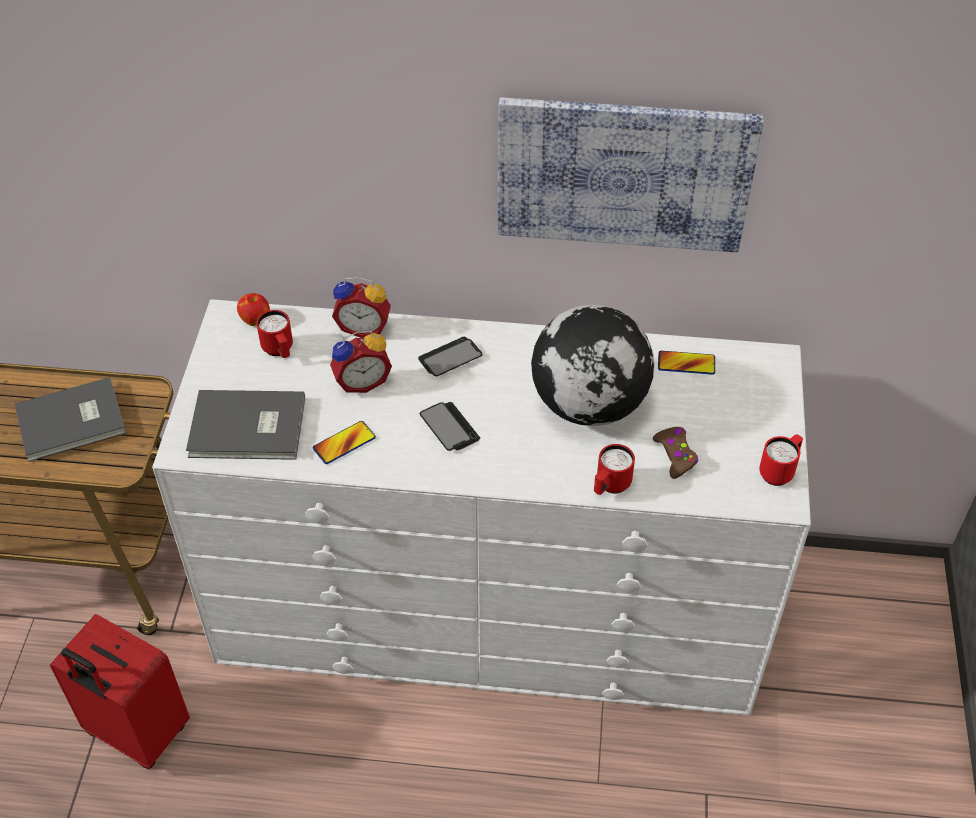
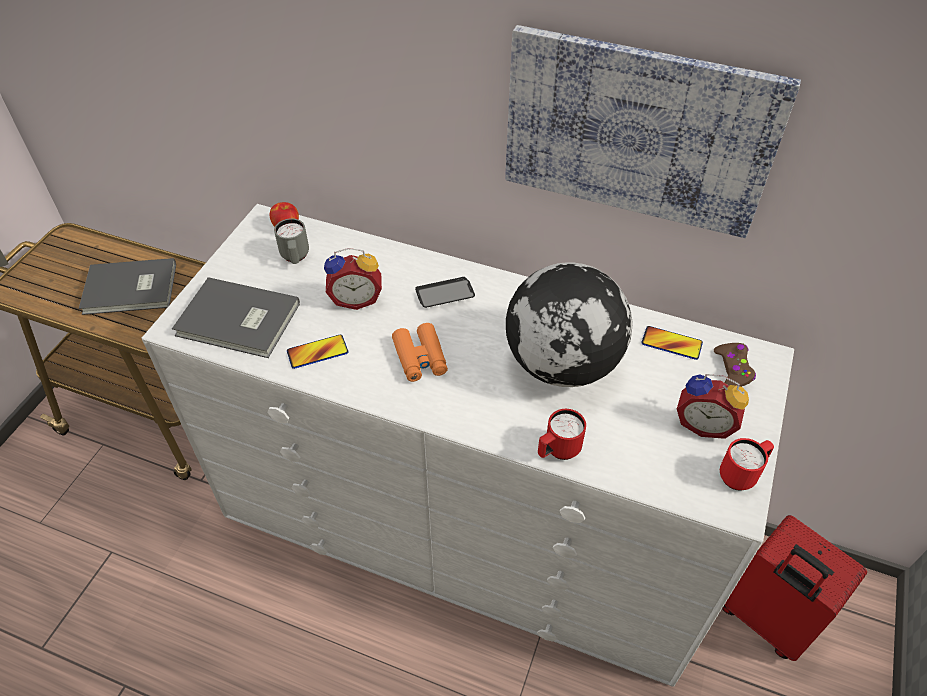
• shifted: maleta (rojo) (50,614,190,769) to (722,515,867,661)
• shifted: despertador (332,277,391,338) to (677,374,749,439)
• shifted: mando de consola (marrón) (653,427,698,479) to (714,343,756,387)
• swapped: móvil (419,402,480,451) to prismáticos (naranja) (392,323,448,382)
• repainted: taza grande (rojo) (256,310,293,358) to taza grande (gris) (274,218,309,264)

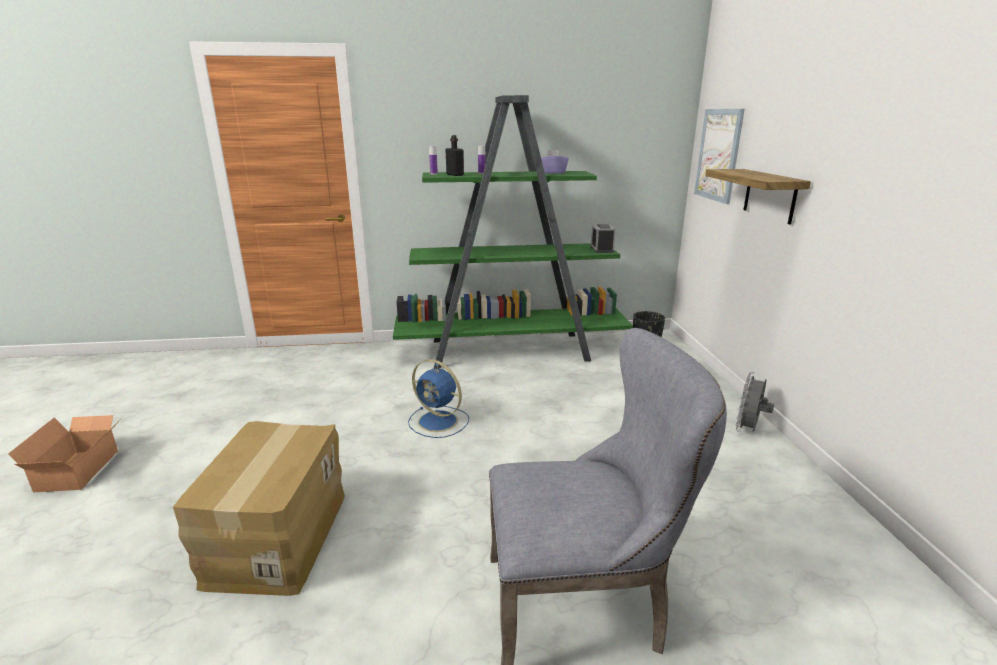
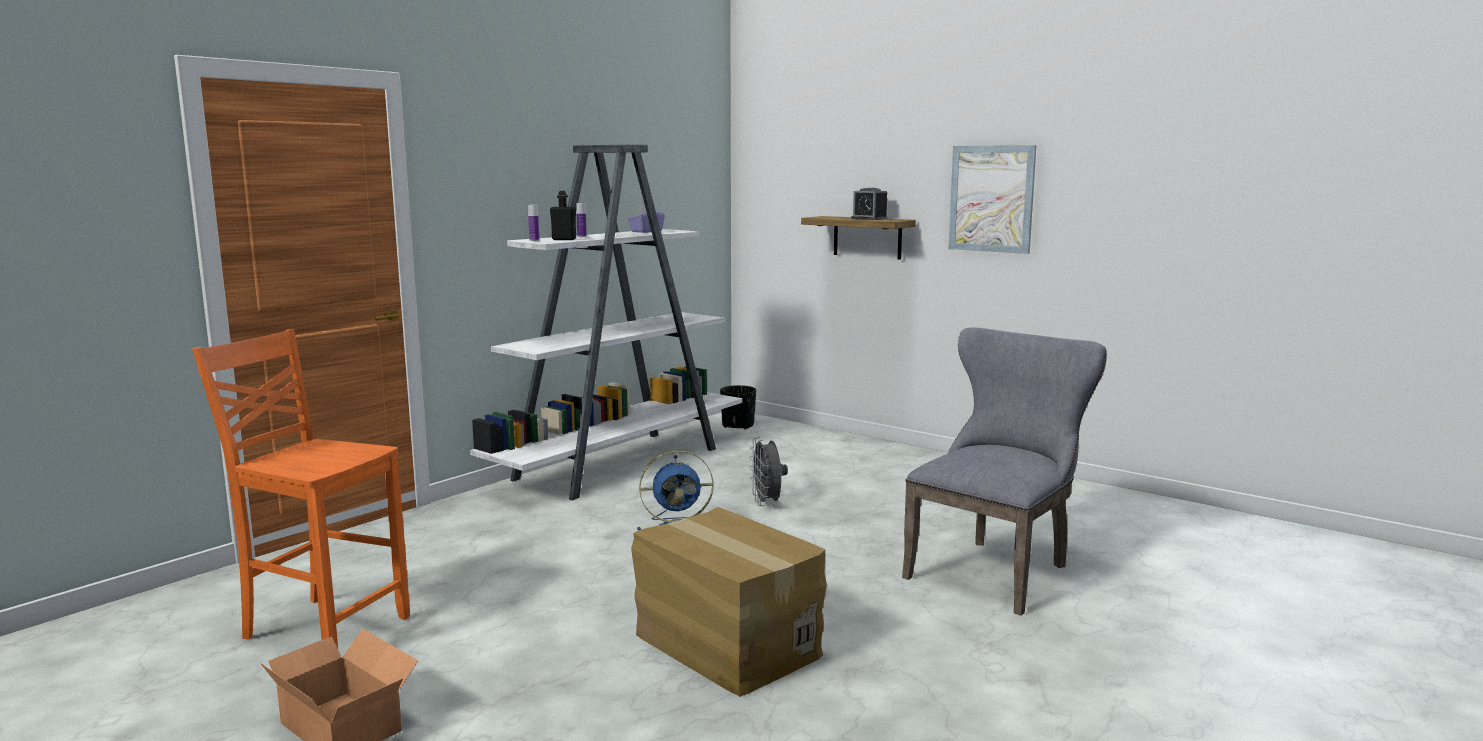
• new: silla (naranja) (192,329,410,648)
• shifted: despertador (591,224,616,253) to (851,188,888,220)
• shifted: cuadro (694,109,745,204) to (948,145,1036,254)
• shifted: ventilador (gris) (736,372,774,432) to (749,437,788,506)
• repainted: estantería (verde) (393,95,633,369) to estantería (blanco) (470,145,742,500)

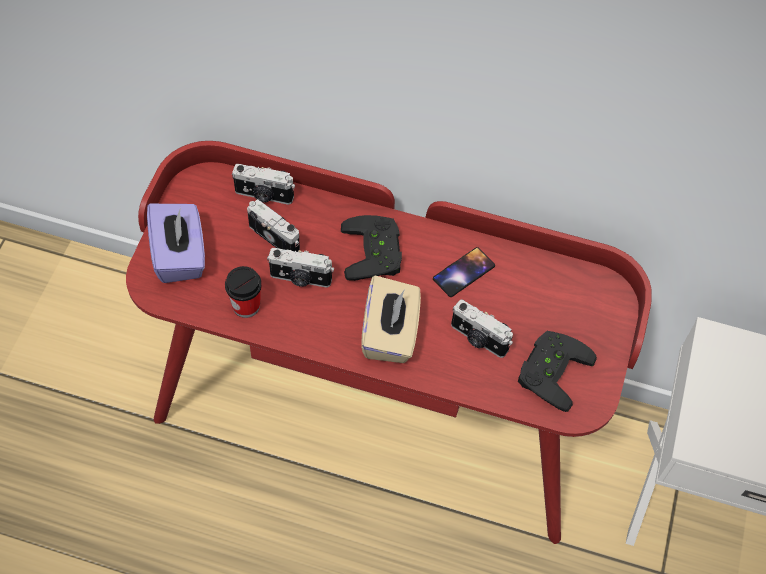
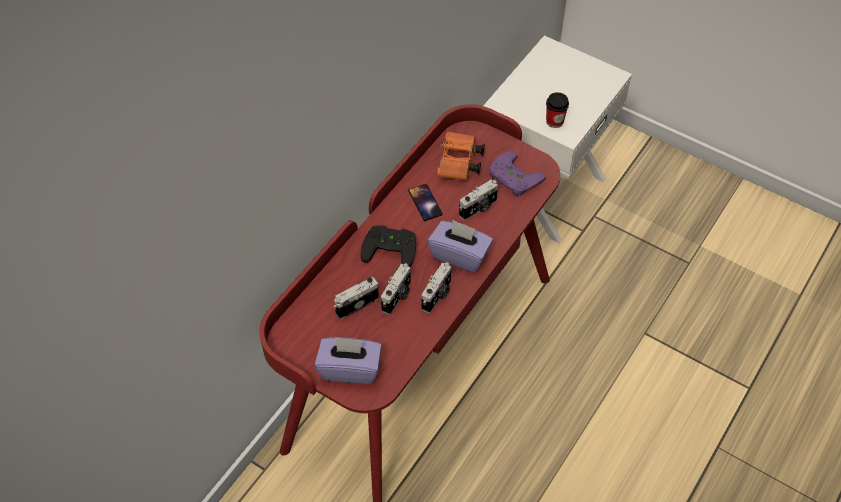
• new: prismáticos (naranja) (437,131,485,181)
• shifted: taza (225,266,262,318) to (546,92,569,128)
• shifted: cámara (231,164,295,205) to (421,262,452,313)
• repainted: caja de pañuelos (beis) (361,276,421,363) to caja de pañuelos (morado) (428,220,493,273)
• repainted: mando de consola (negro) (518,331,597,412) to mando de consola (morado) (489,151,546,197)

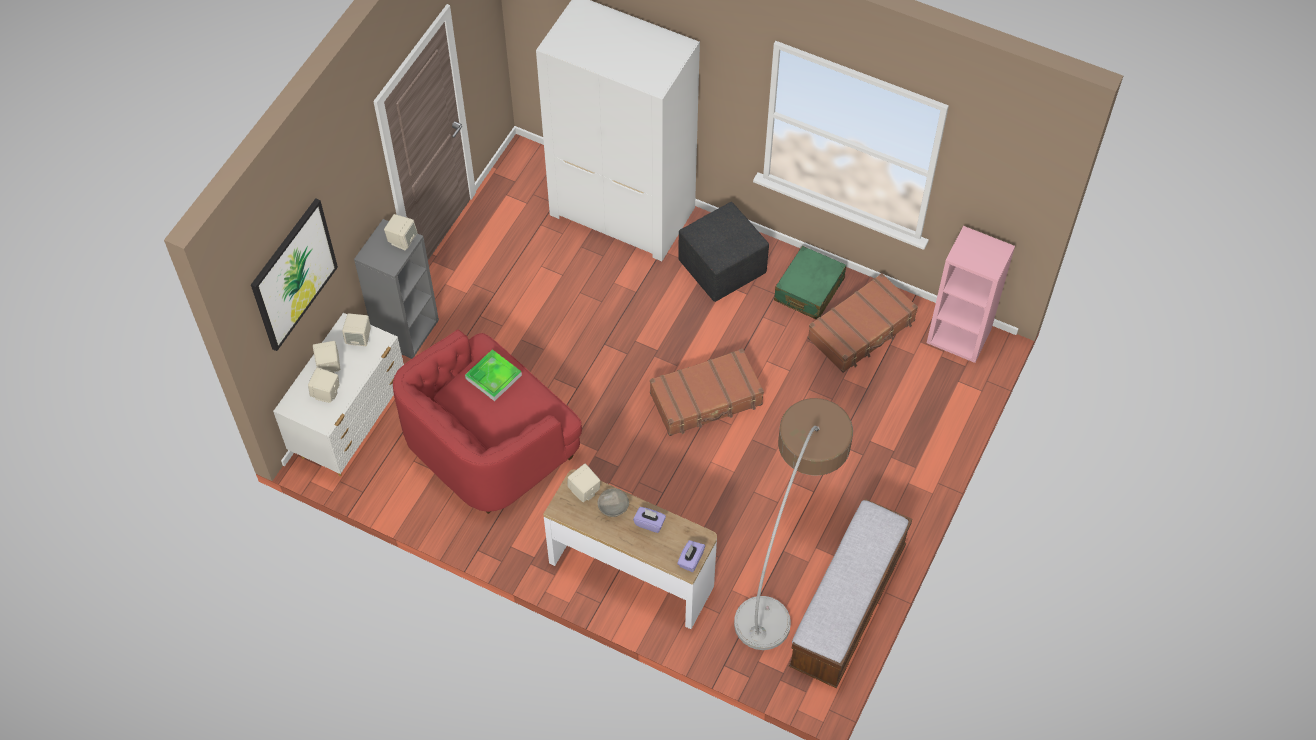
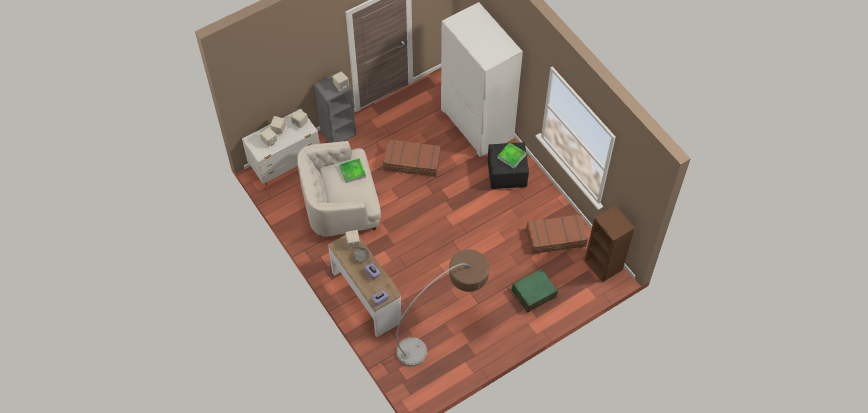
• gone: cuadro (251,198,338,351)
• gone: banco (789,499,912,689)
• new: bandeja (497,142,526,169)
• shifted: maleta (marrón) (650,348,764,436) to (383,139,441,177)
• shifted: maleta (verde) (774,246,846,320) to (512,269,558,313)
• repainted: sillón (rojo) (393,329,582,514) to sillón (blanco) (297,141,381,237)
• repainted: estantería (rosa) (927,226,1015,363) to estantería (marrón) (585,206,635,282)

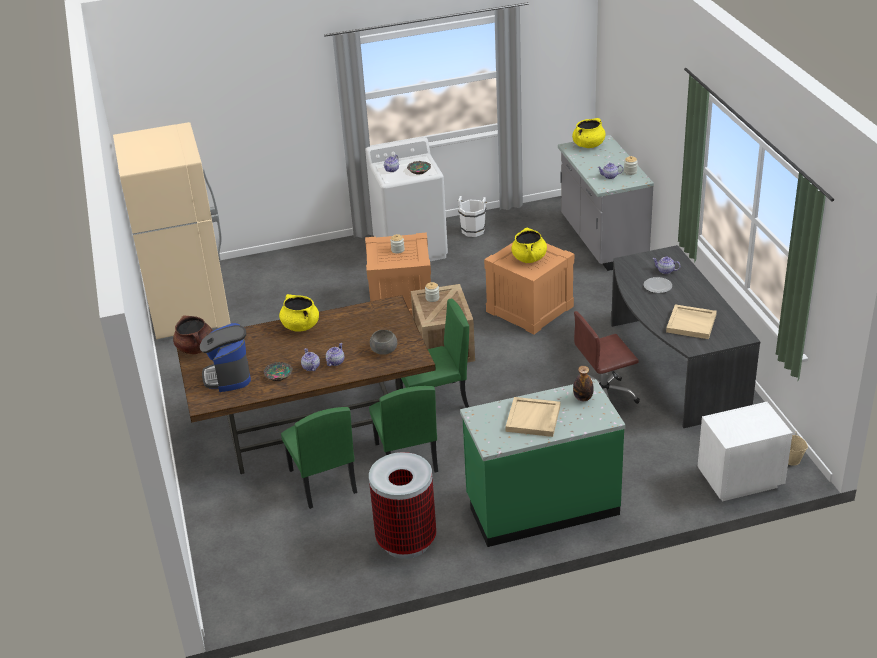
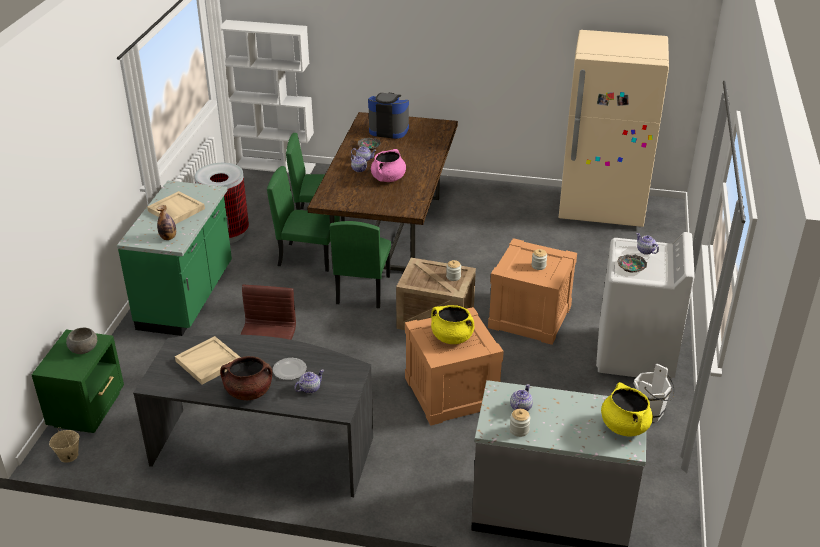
• gone: olla (amarillo) (279,294,319,332)
• new: estantería (blanco) (221,20,316,175)
• new: olla (rosa) (371,149,406,182)
• shifted: olla (marrón) (173,316,212,354) to (220,356,272,400)
• shifted: cuenco (gris) (370,330,397,355) to (66,328,97,354)
• repainted: mesita de noche (blanco) (697,402,793,501) to mesita de noche (verde) (31,330,124,433)

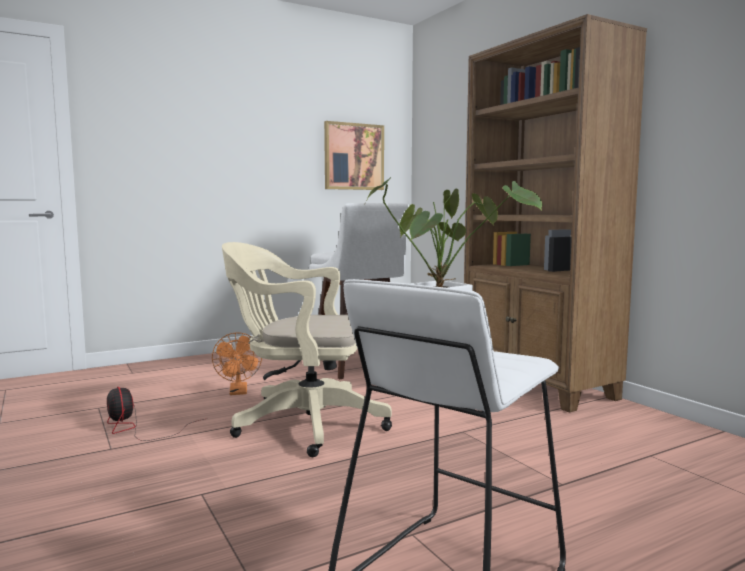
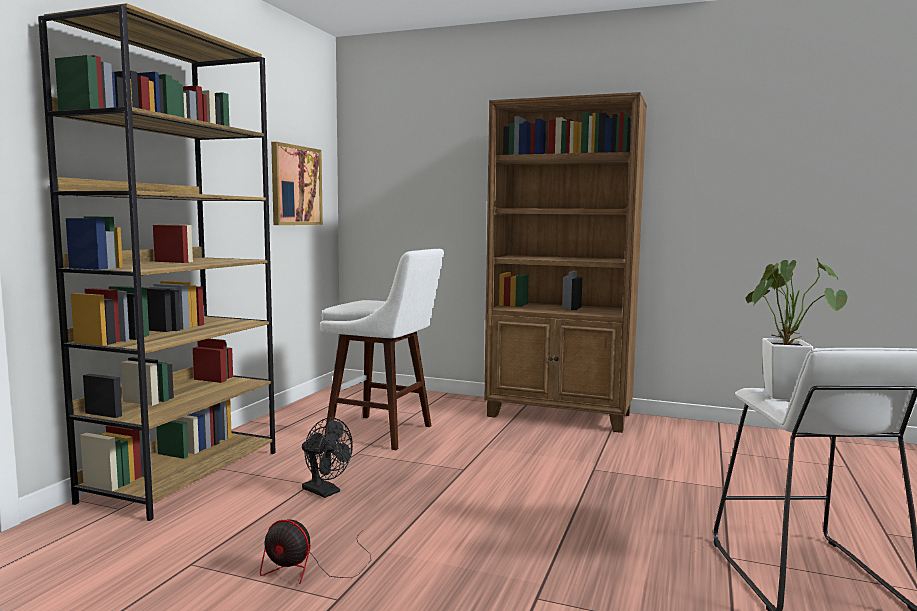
• gone: silla de oficina (beis) (222,242,392,457)
• new: estantería (marrón) (38,3,276,521)
• repainted: ventilador (naranja) (212,332,262,395) to ventilador (negro) (302,417,353,498)

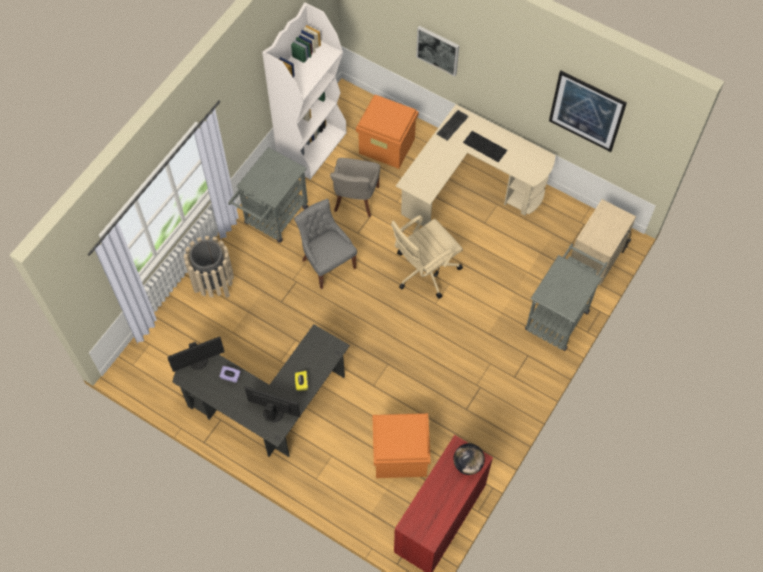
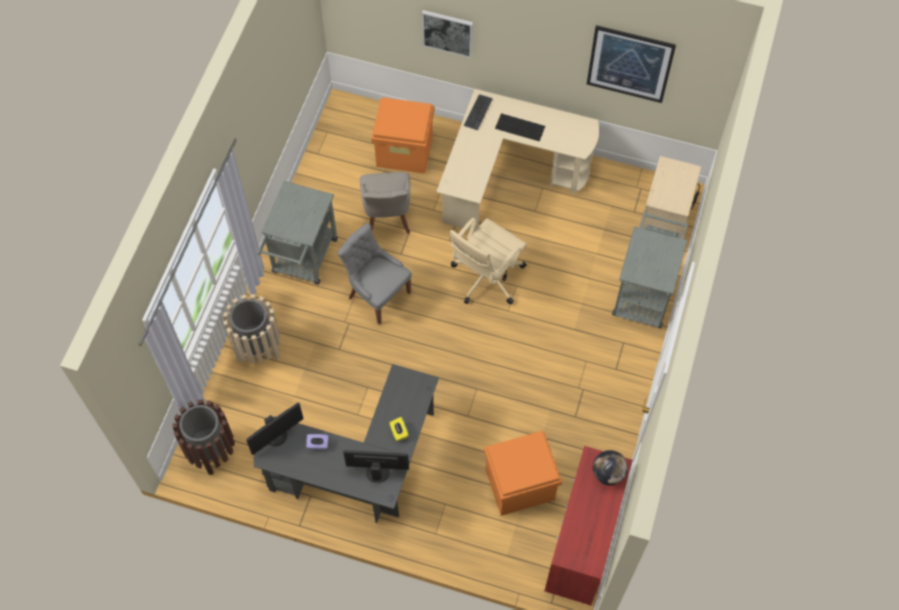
• gone: estantería (blanco) (262,2,347,179)
• new: papelera (marrón) (173,399,235,475)

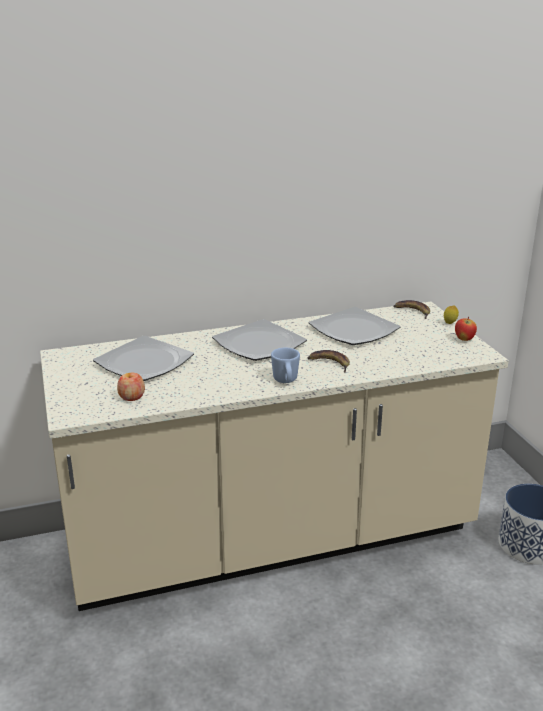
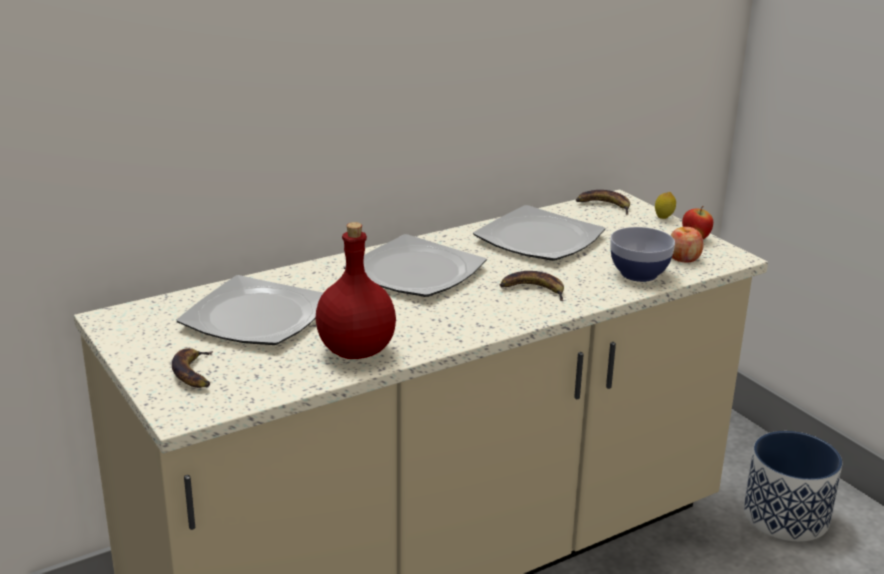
• gone: taza grande (azul) (271,348,300,383)
• new: plátano (172,348,213,388)
• new: botella (rojo) (316,222,396,359)
• new: cuenco (610,227,675,282)
• shifted: manzana (117,373,145,401) to (670,227,704,262)

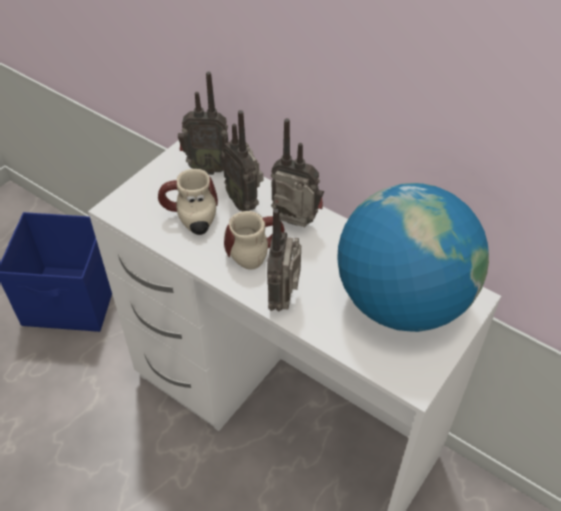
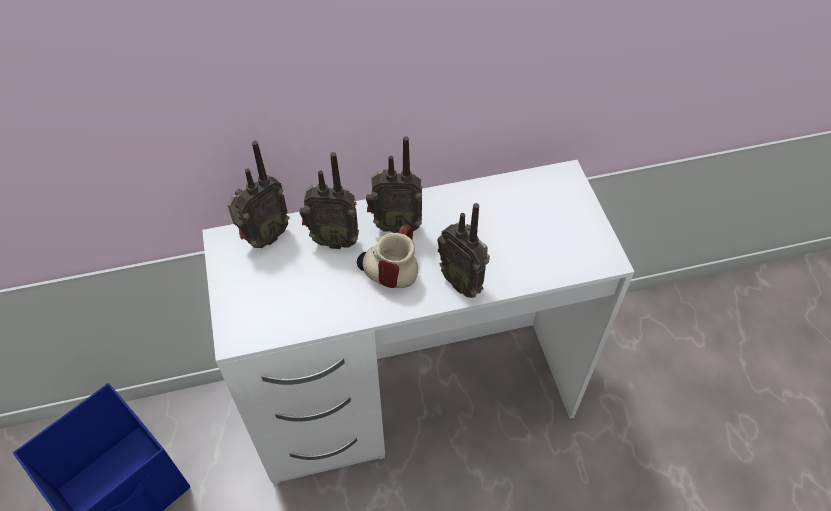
• gone: taza grande (158,169,218,235)
• gone: globo terráqueo (337,183,489,332)
• rotated: radio (271,118,324,227) = (366,136,422,233) 150 degrees counterclockwise

